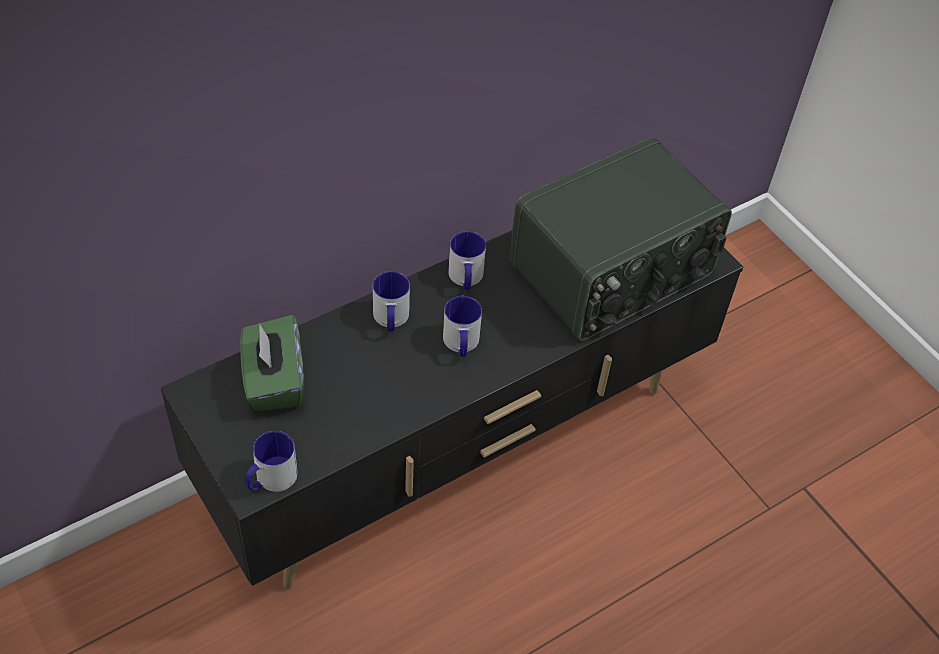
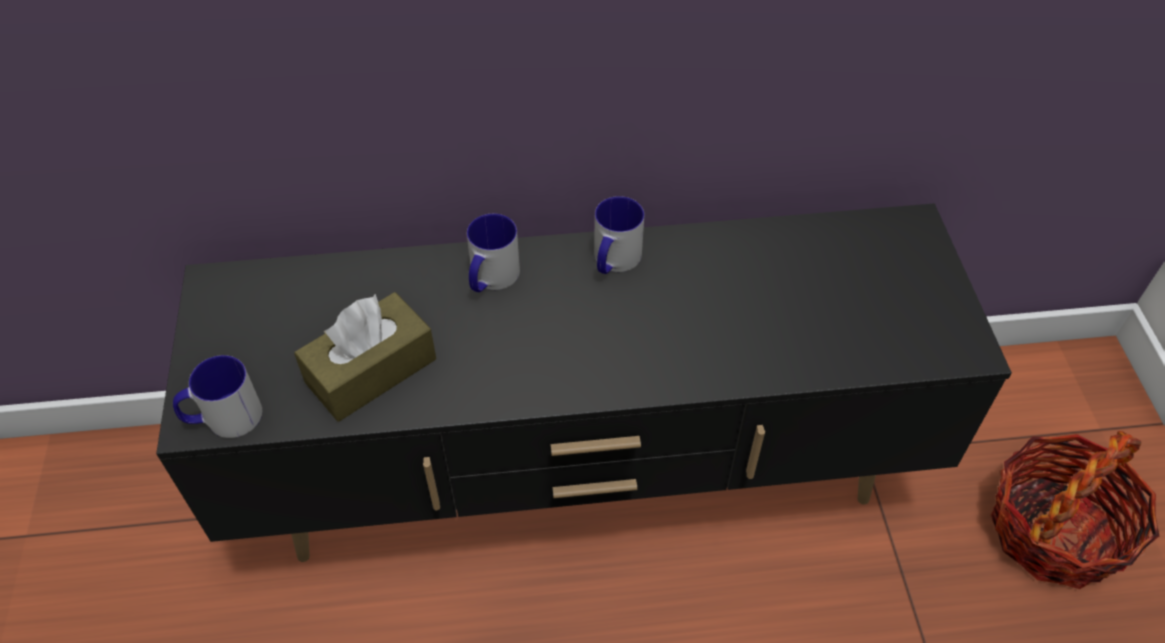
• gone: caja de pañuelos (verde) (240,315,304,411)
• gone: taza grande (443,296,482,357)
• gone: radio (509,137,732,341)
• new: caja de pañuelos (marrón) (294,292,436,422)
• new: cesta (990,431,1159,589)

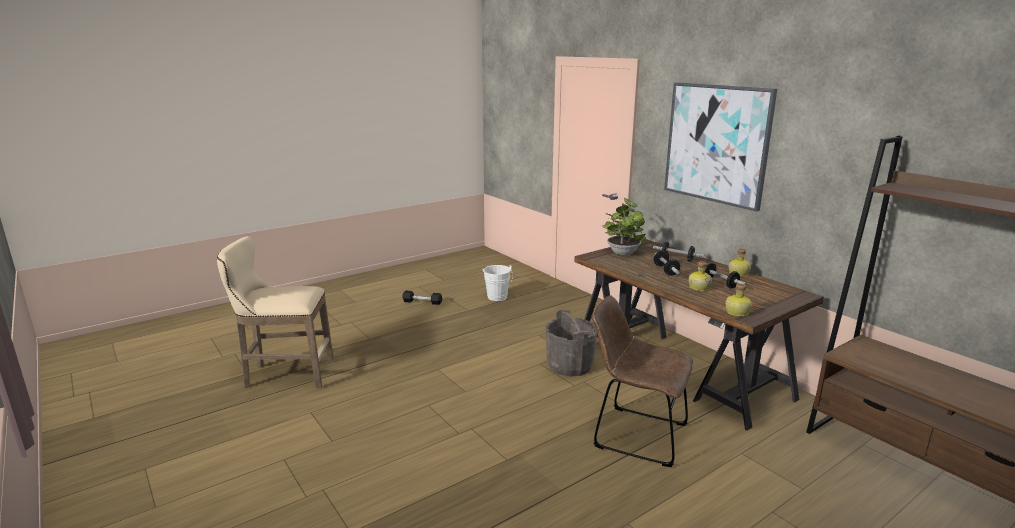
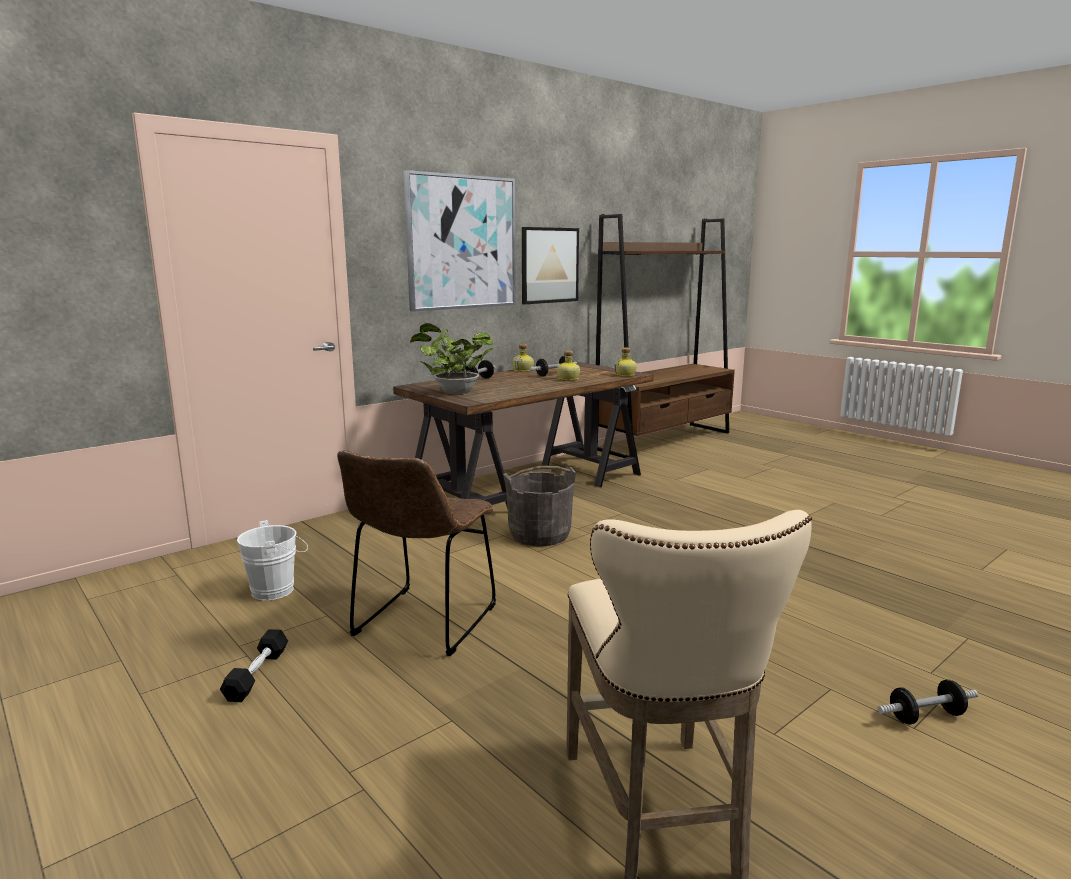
• new: cuadro (522,227,579,304)
• shifted: silla (marrón) (592,295,693,467) to (337,450,496,656)
• shifted: mancuerna (654,251,680,276) to (878,680,978,725)

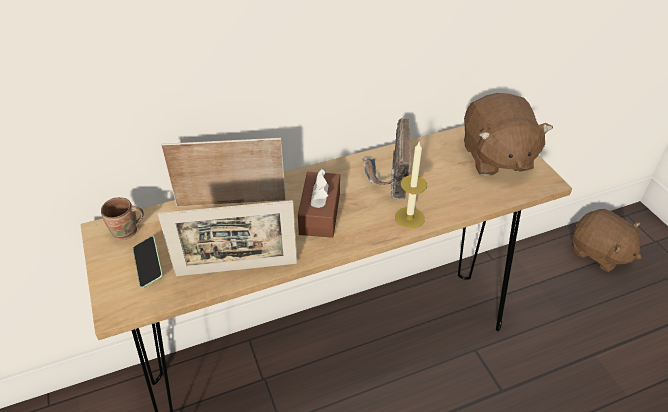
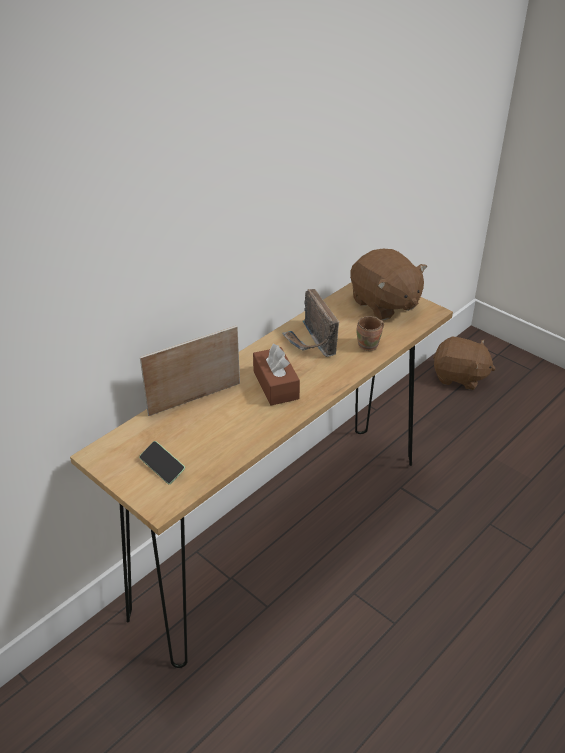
• gone: portarretratos (158,200,297,276)
• gone: vela (395,142,427,229)
• shifted: taza grande (marrón) (101,197,144,240) to (356,316,384,351)

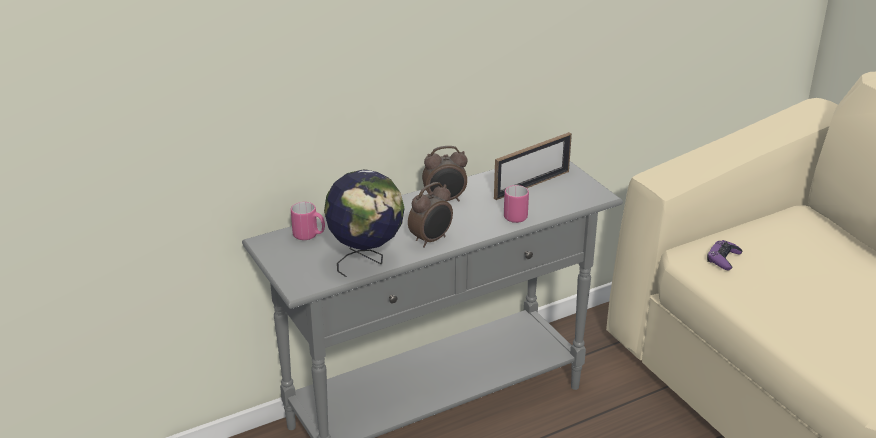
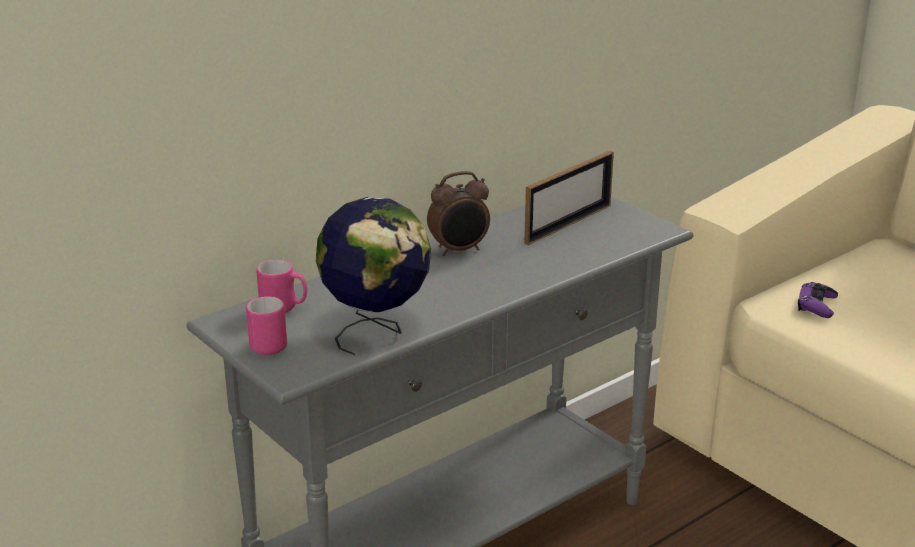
• gone: despertador (408,182,453,248)
• shifted: taza grande (rosa) (504,185,529,223) to (246,296,287,355)

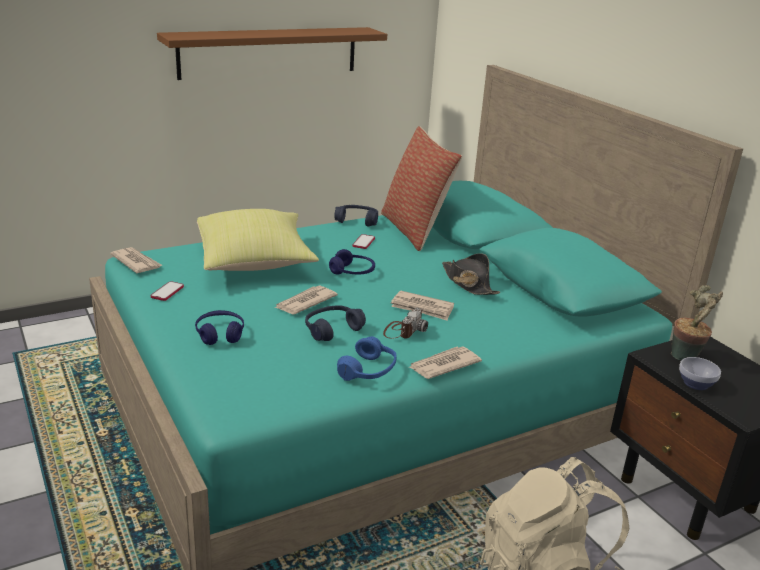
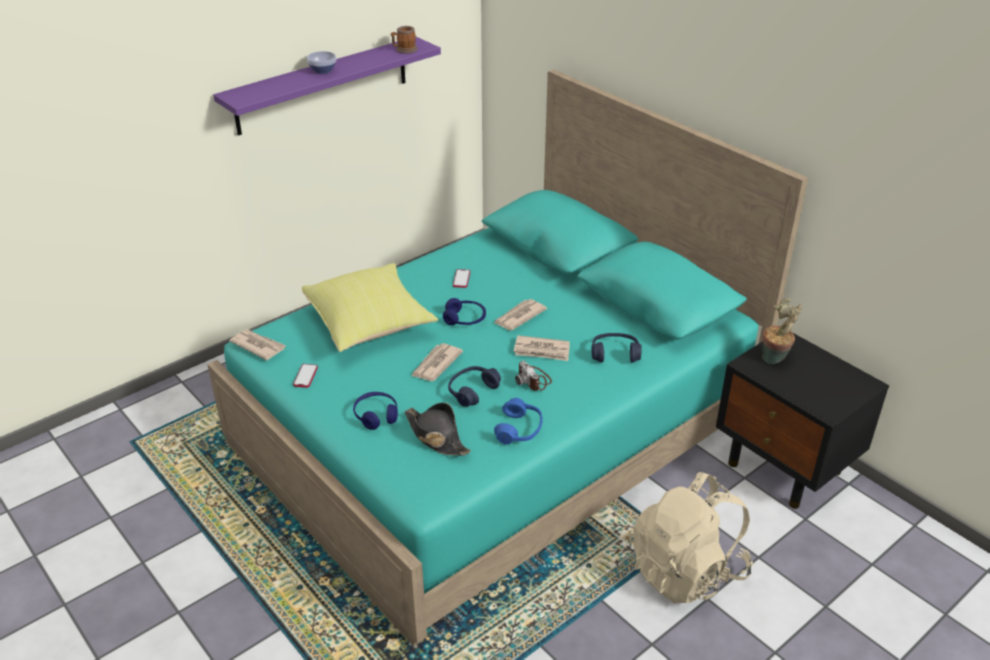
• gone: cojín (381,126,462,251)
• new: taza grande (391,26,418,54)
• shifted: auriculares (azul) (334,205,378,227) to (592,333,642,363)
• shifted: periódico (408,346,482,379) to (494,299,547,330)
• shifted: sombrero (negro) (442,253,500,295) to (405,403,471,456)
• shifted: cuenco (679,357,721,390) to (307,51,336,74)
• repainted: estante (marrón) (157,27,387,80) to estante (morado) (213,37,441,136)
• rotated: cámara (383,308,428,339) = (515,361,552,391) 135 degrees clockwise

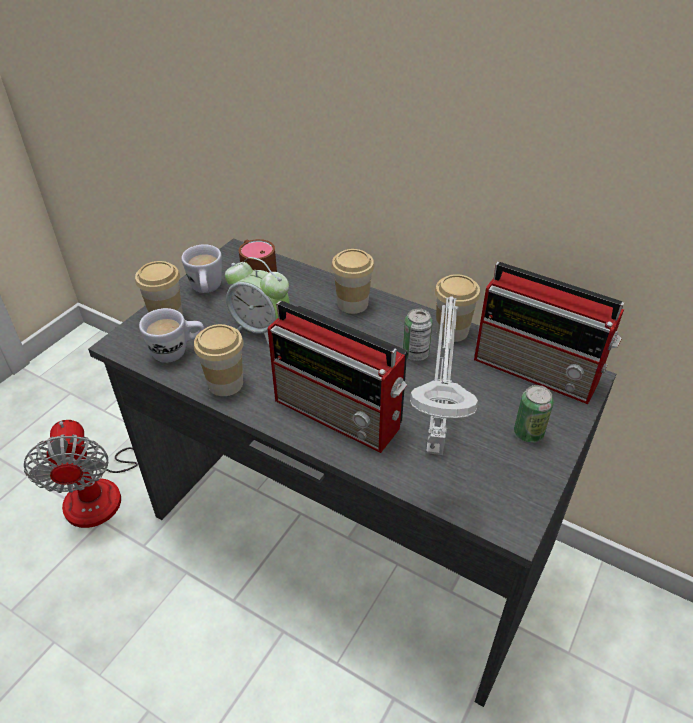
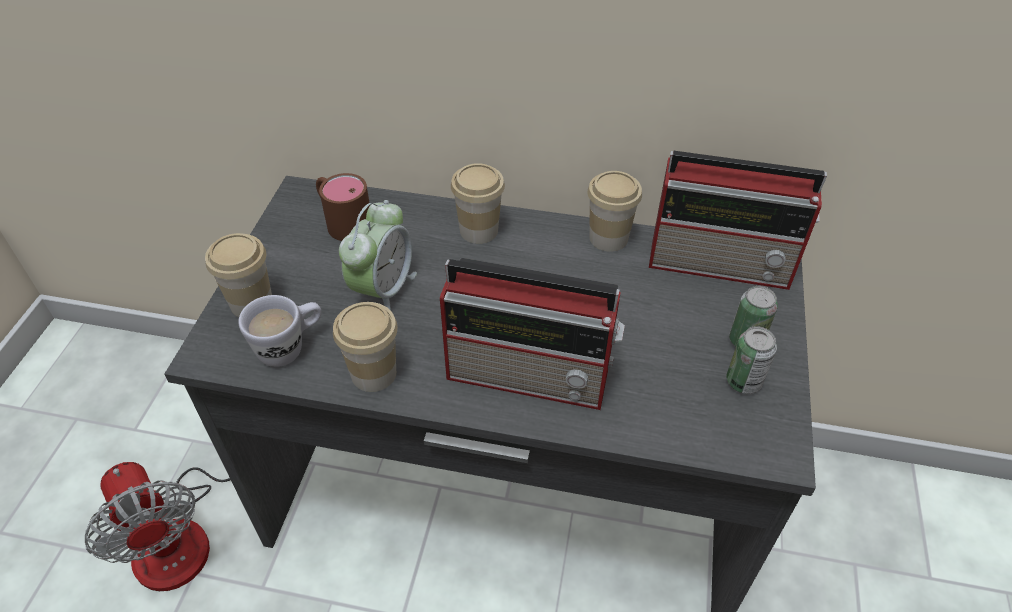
• gone: taza grande (blanco) (181,244,222,293)
• gone: lámpara de mesa (gris) (410,296,478,455)
• shifted: lata (403,308,432,361) to (726,326,777,394)
• rotated: despertador (225,257,290,345) = (339,200,417,310) 75 degrees counterclockwise

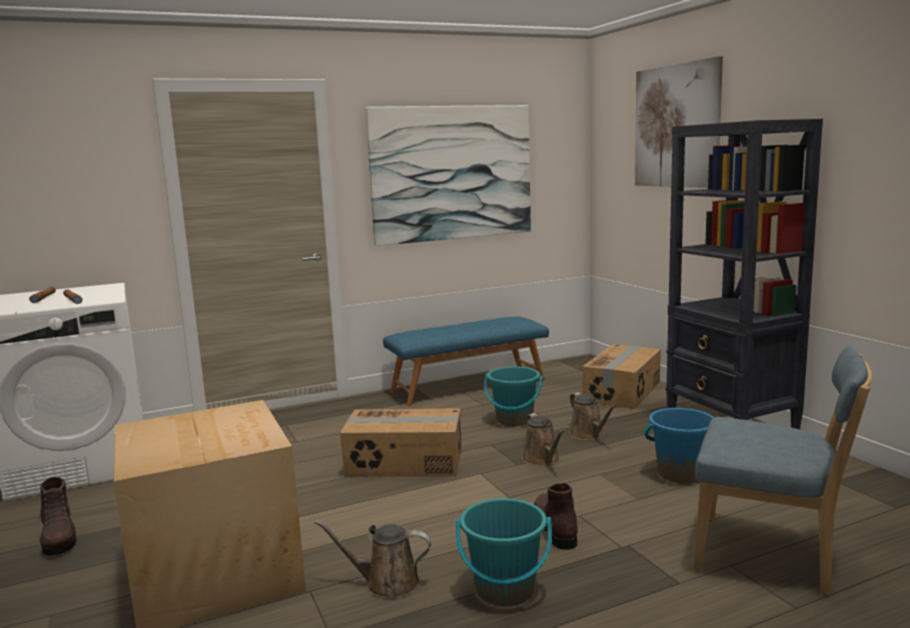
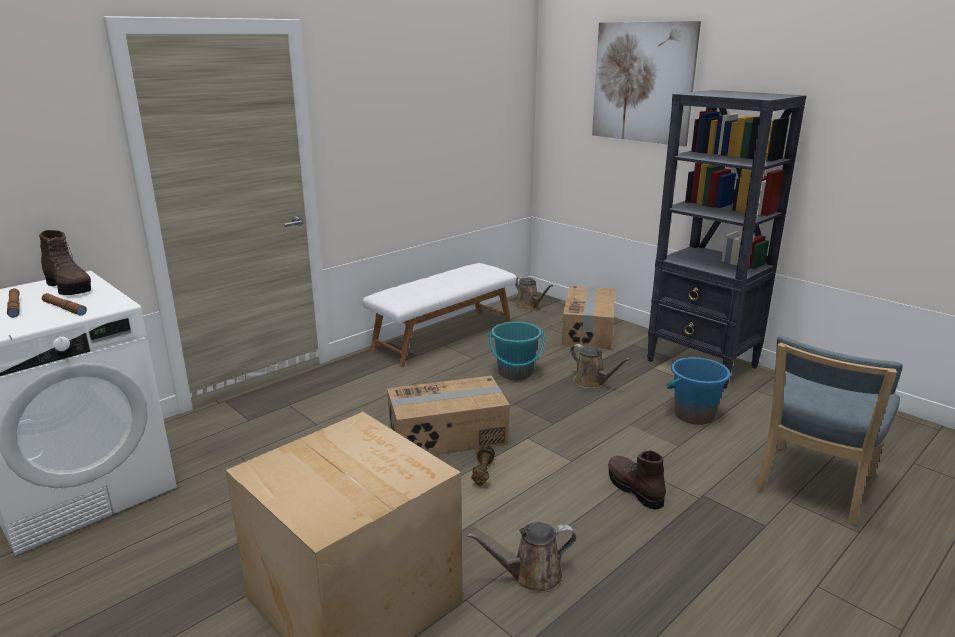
• gone: cuadro (366,105,531,246)
• gone: cubo (turquesa) (456,498,552,607)
• new: mancuerna (marrón) (471,445,495,487)
• shifted: bota (marrón) (38,477,77,556) to (39,230,91,295)
• shifted: regadera (marrón) (522,413,564,466) to (515,276,553,310)
• repainted: banco (azul) (383,317,549,406) to banco (blanco) (362,263,517,367)
• rotated: silla (azul) (694,346,872,596) = (756,336,903,525) 120 degrees clockwise

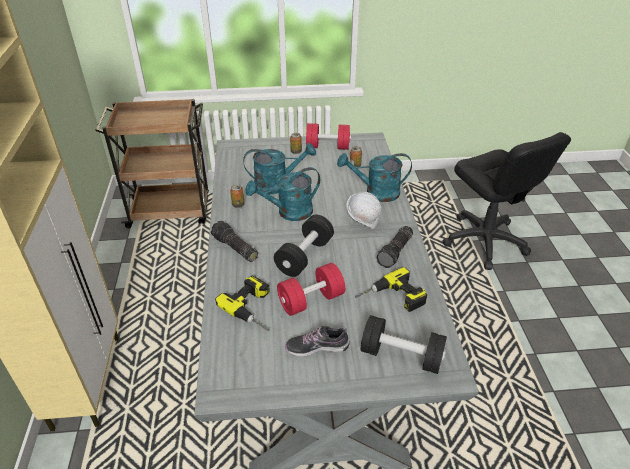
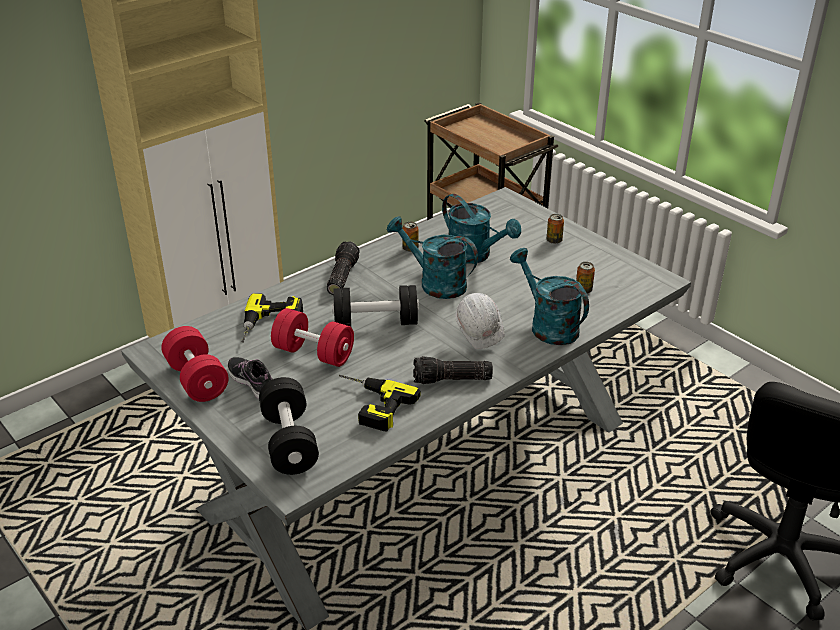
• shifted: mancuerna (rojo) (305,123,351,150) to (161,326,228,402)

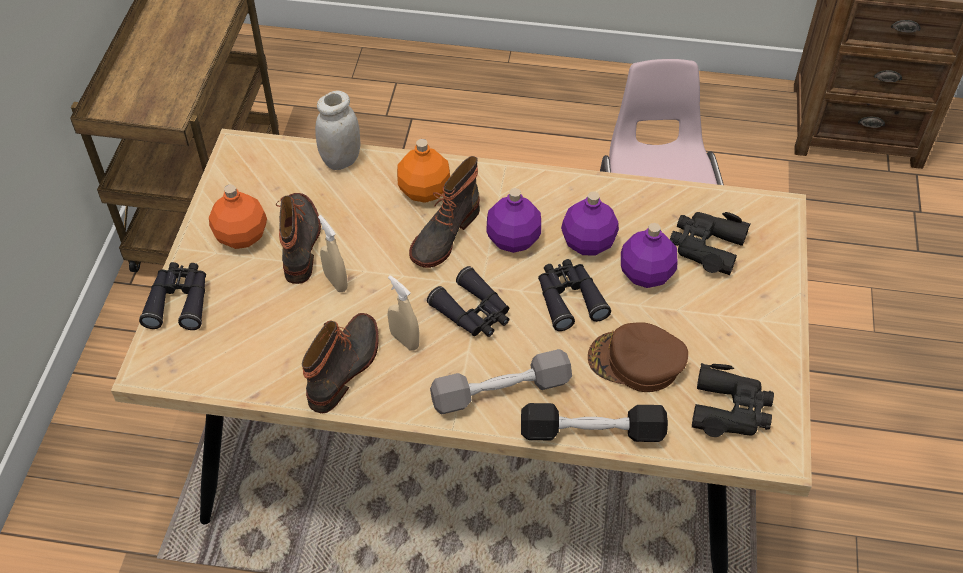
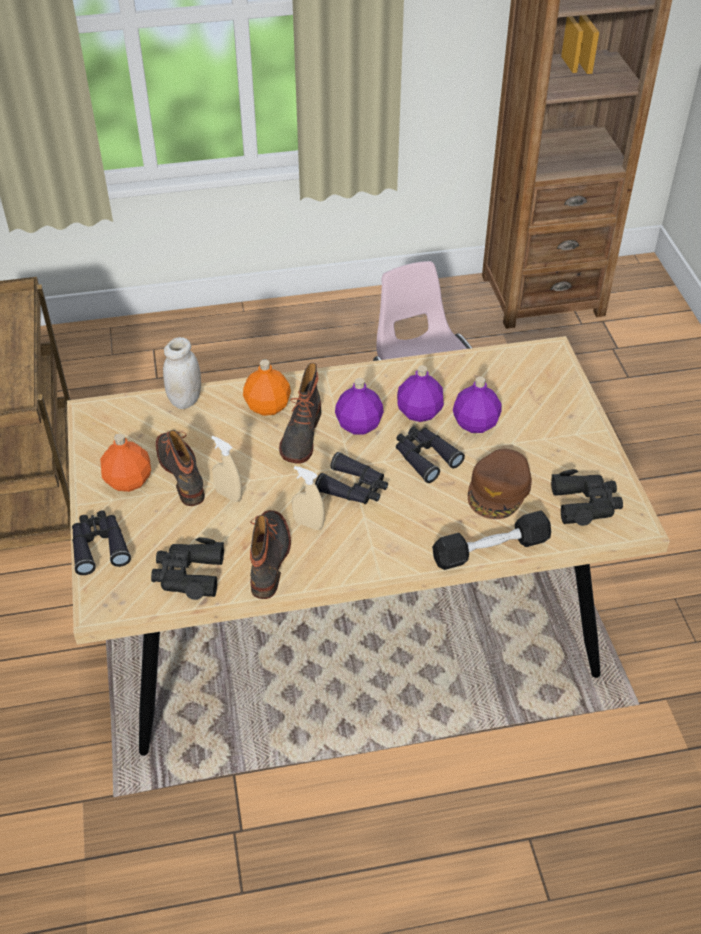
• gone: mancuerna (gris) (430,349,572,414)
• shifted: prismáticos (negro) (670,212,751,275) to (151,537,224,600)
• rotated: gorra (marrón) (588,322,688,392) = (468,449,532,519) 60 degrees counterclockwise

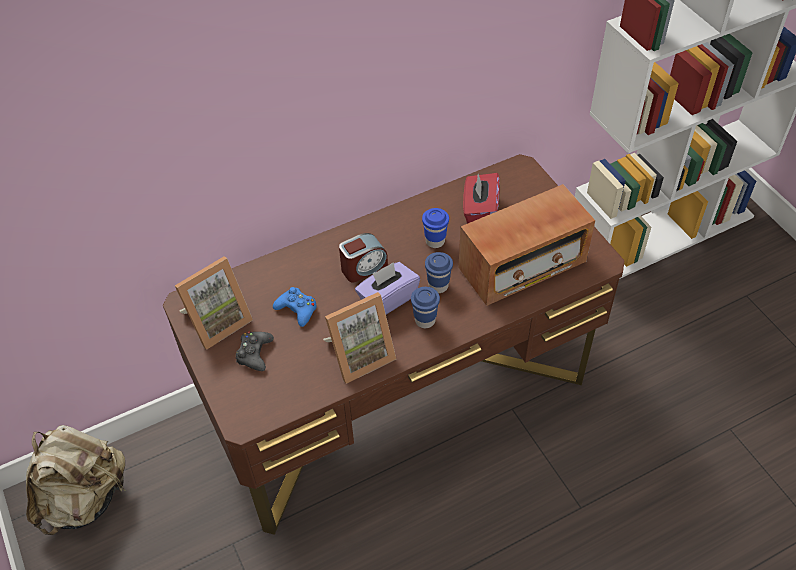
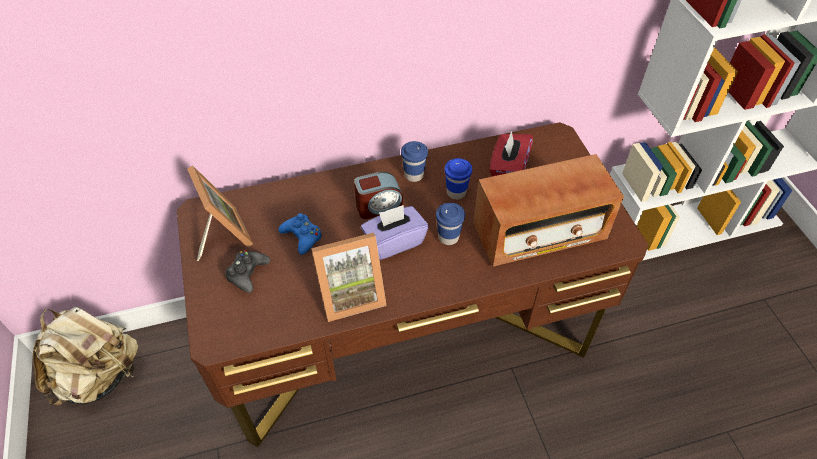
• shifted: taza (azul) (411,287,440,328) to (401,141,428,182)
• rotated: portarretratos (175,256,253,350) = (187,165,253,261) 90 degrees counterclockwise

